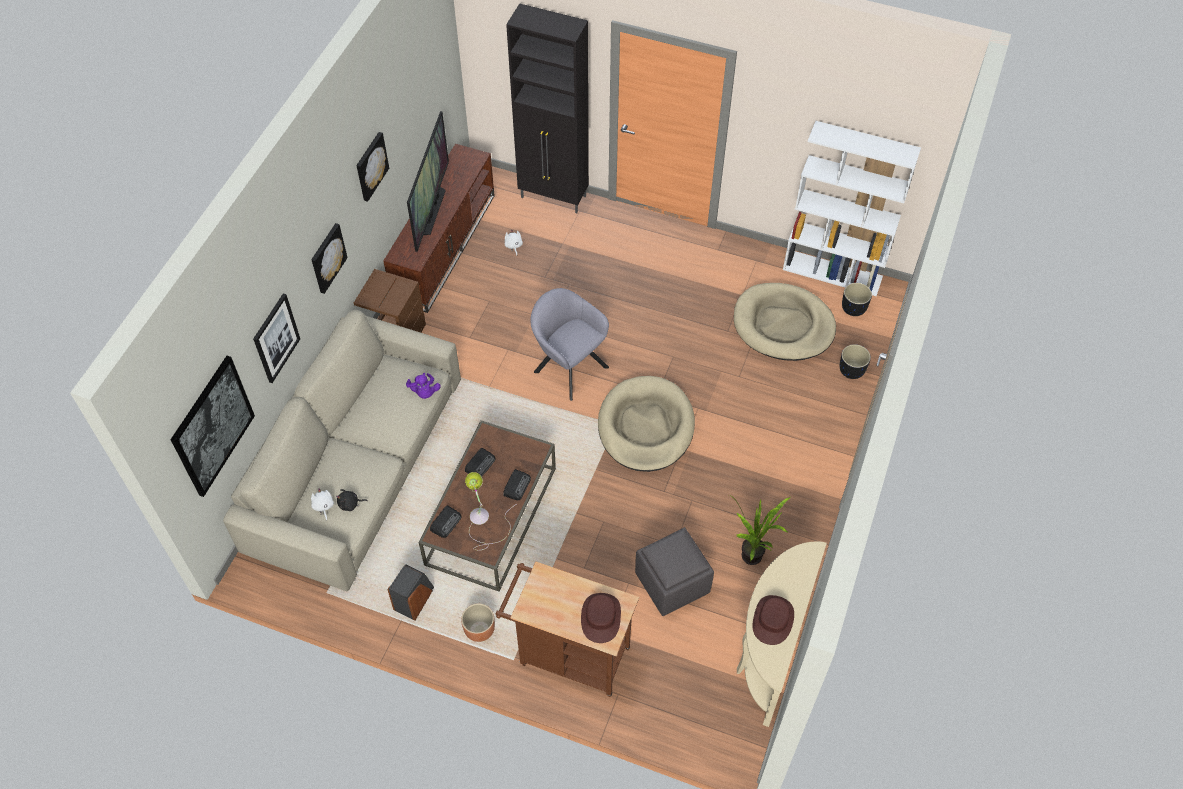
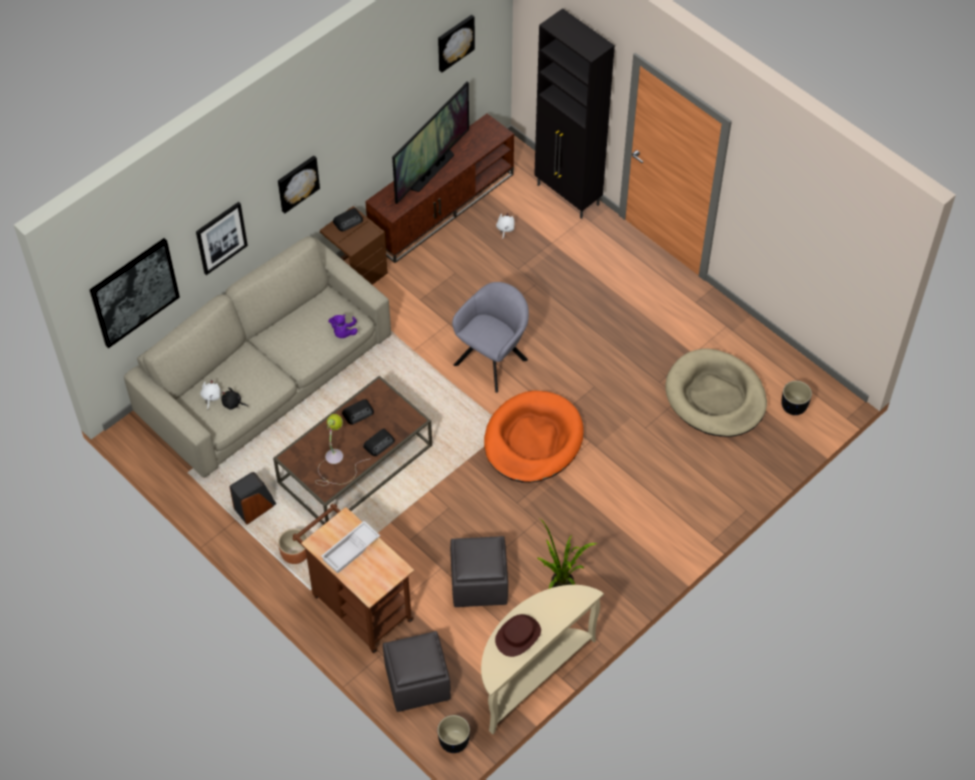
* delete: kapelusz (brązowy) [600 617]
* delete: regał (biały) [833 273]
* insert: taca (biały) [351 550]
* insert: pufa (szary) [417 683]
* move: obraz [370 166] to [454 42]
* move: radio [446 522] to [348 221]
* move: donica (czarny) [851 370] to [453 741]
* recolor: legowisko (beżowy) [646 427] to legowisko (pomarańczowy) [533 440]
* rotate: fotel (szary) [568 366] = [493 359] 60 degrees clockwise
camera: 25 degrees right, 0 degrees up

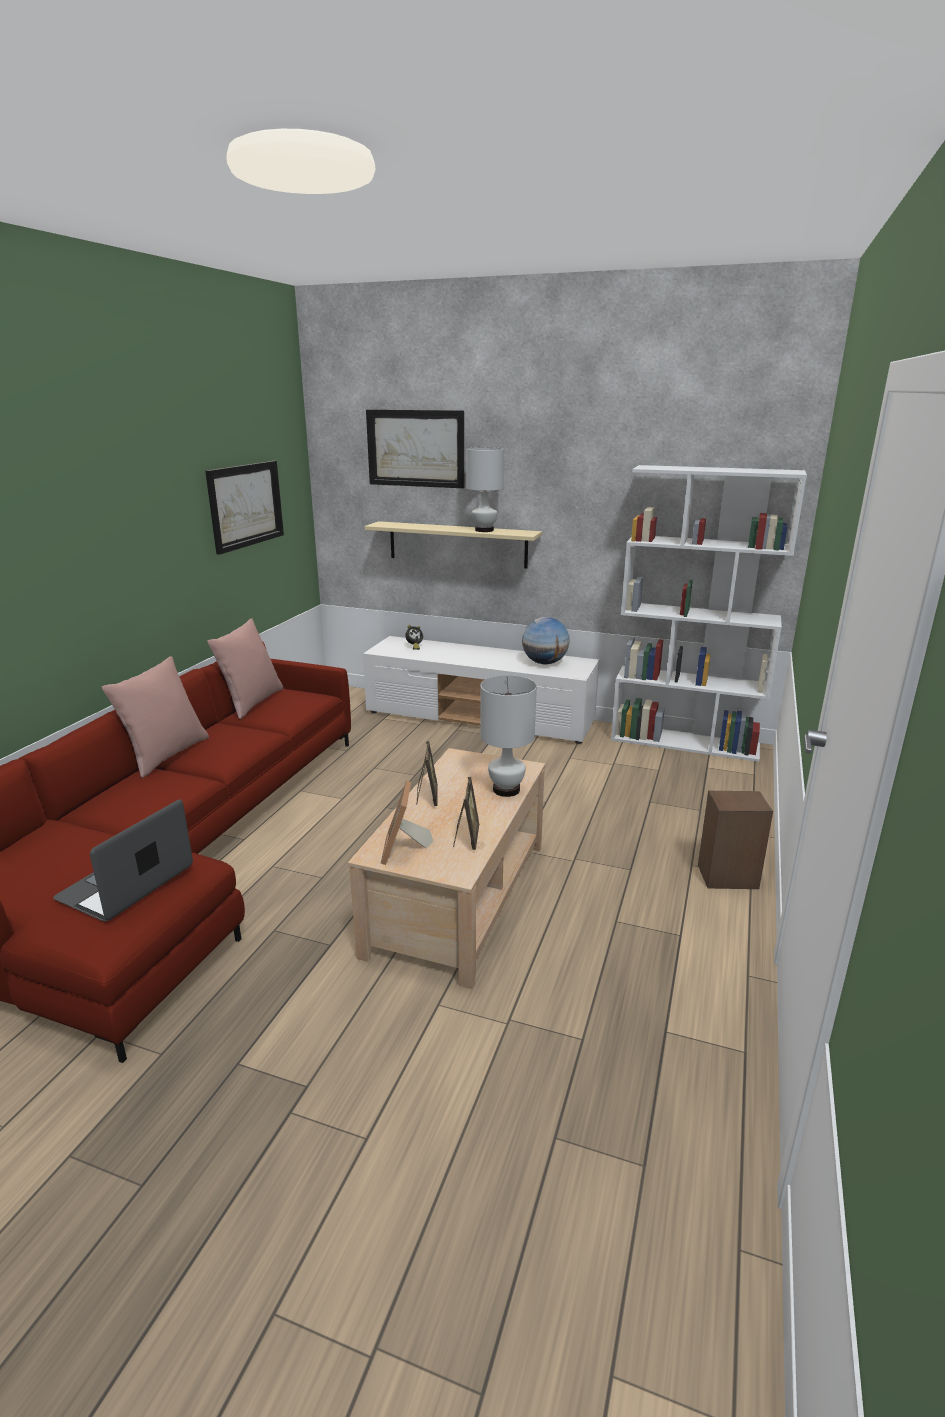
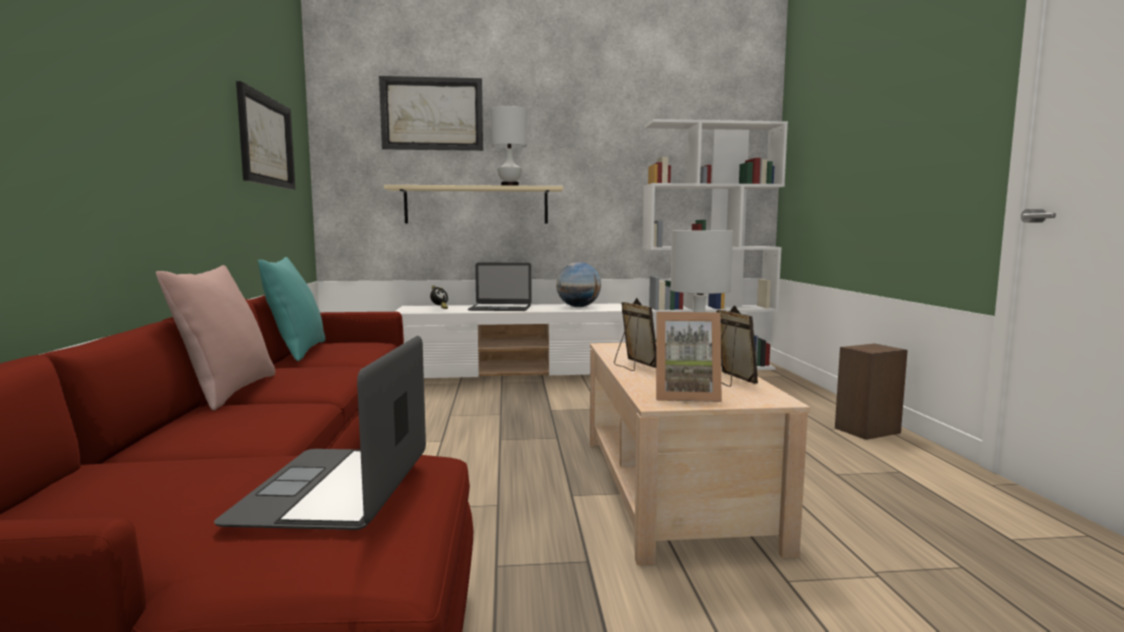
* insert: laptop [500 308]
* recolor: poduszka (różowy) [251 702] to poduszka (turkusowy) [296 351]
* rotate: ramka na zdjęcie [404 850] = [685 395] 60 degrees counterclockwise
camera: 25 degrees left, 15 degrees down

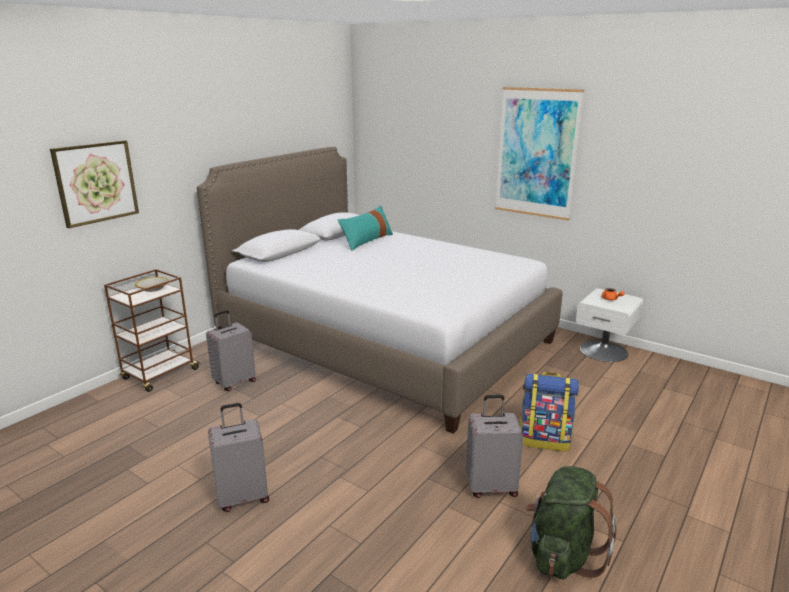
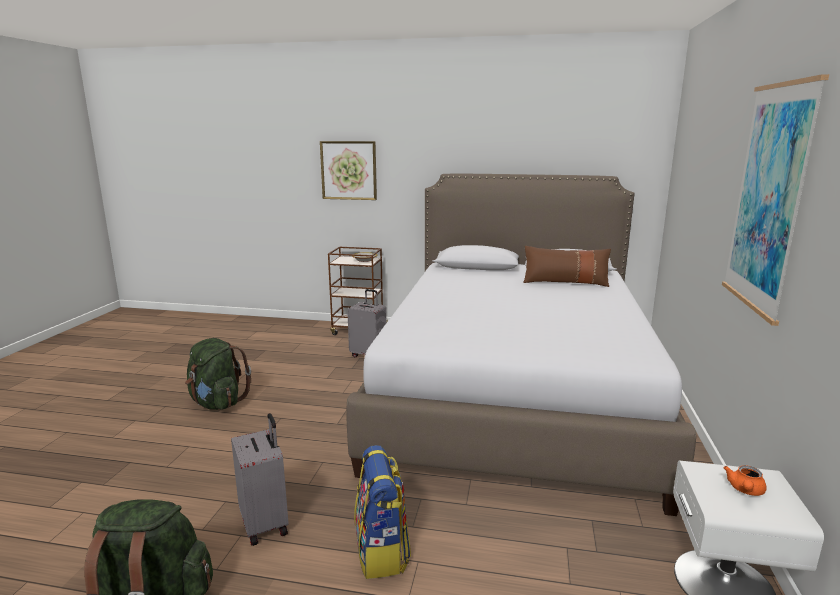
* replace: walizka (szary) [243 497] to plecak (zielony) [217 403]
* recolor: poduszka (turkusowy) [367 241] to poduszka (brązowy) [565 282]
camera: 65 degrees right, 5 degrees down

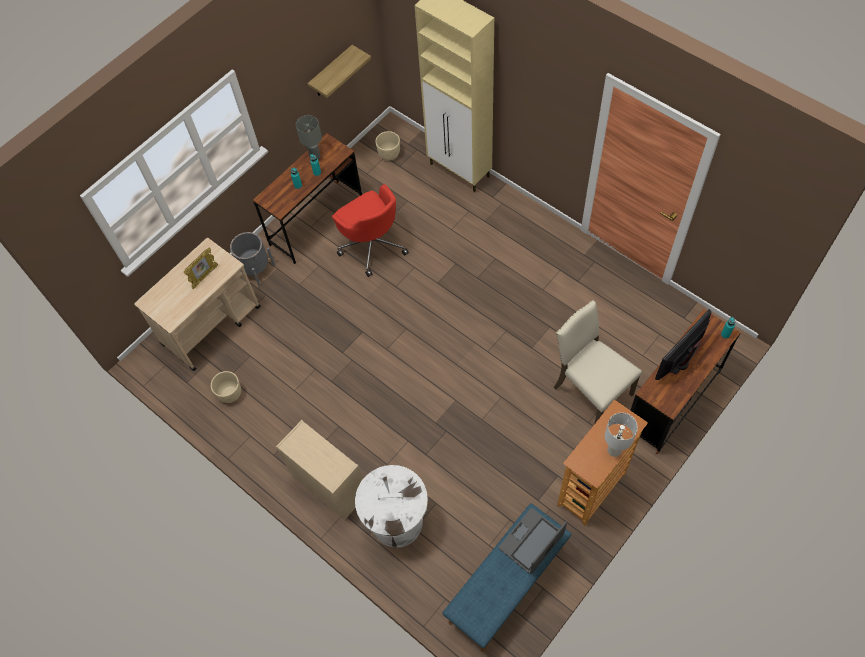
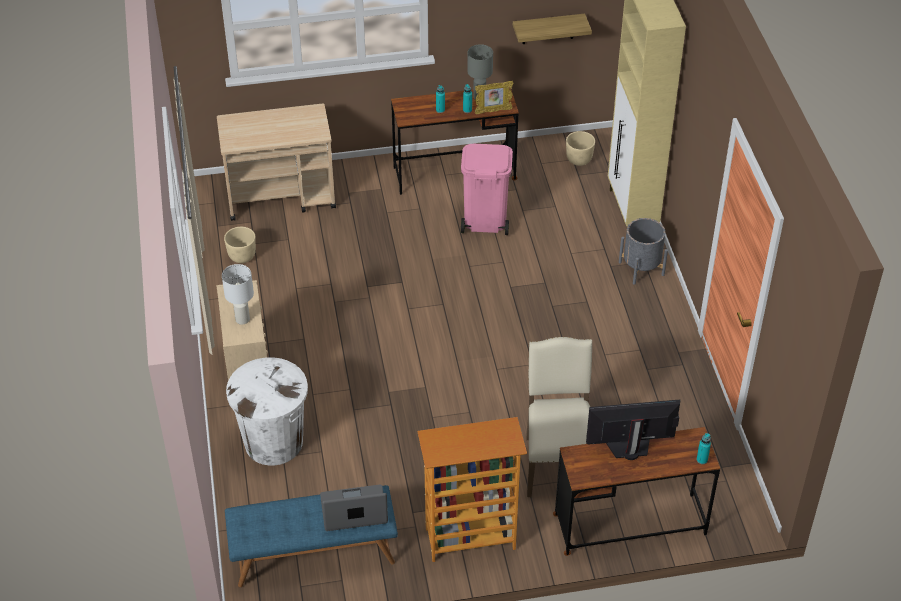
* move: ramka na zdjęcie [205 277] to [493 111]
* move: donica (szary) [255 269] to [641 268]
* move: lampa stołowa (biały) [614 450] to [242 319]
* replace: krzesło biurowe (czerwony) [372 244] to kosz na śmieci (różowy) [484 221]
camera: 35 degrees right, 15 degrees down

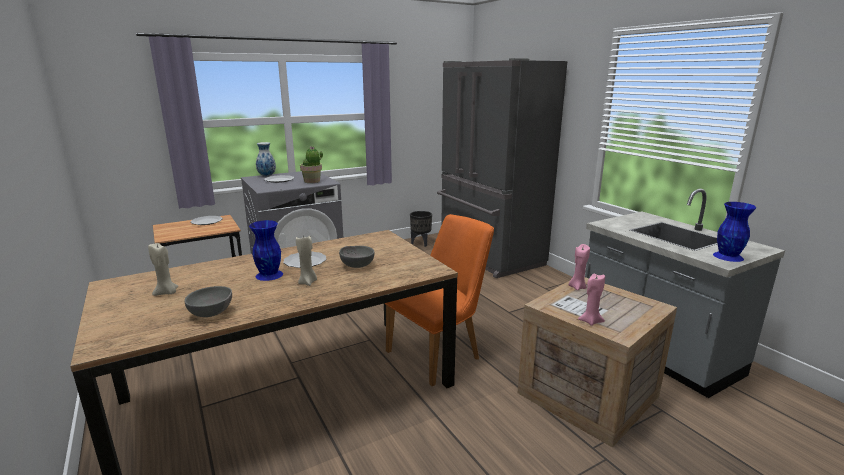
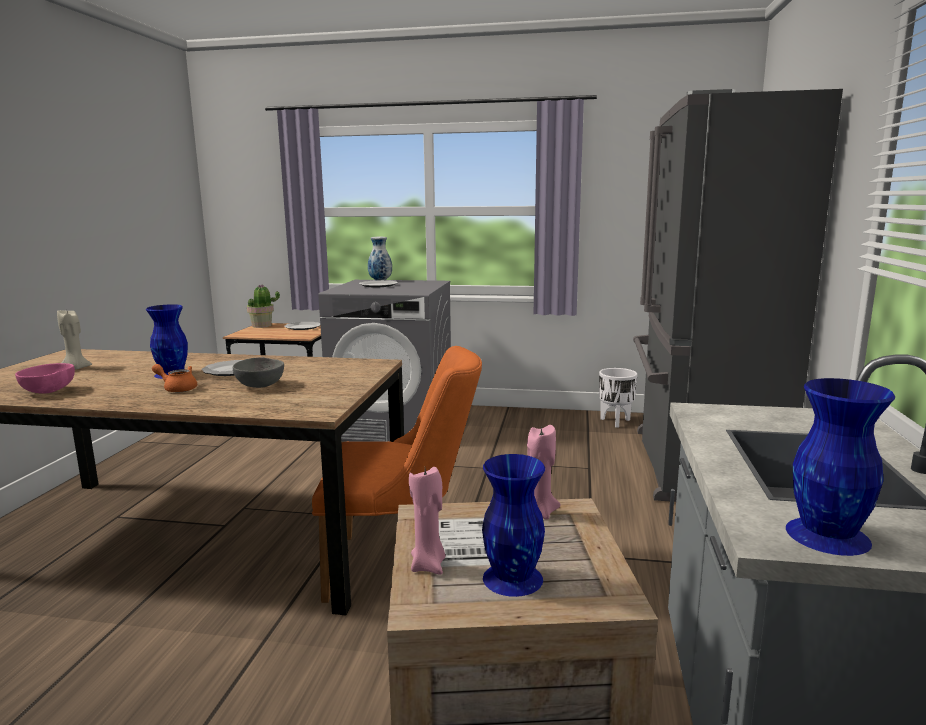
* insert: wazon (niebieski) [512 577]
* move: roślina doniczkowa [312 181] to [262 326]
* replace: świeca (beżowy) [308 282] to imbryk (pomarańczowy) [177 389]
* recolor: miska (szary) [212 313] to miska (różowy) [49 392]
* recolor: donica (czarny) [421 243] to donica (biały) [615 422]
camera: 40 degrees right, 5 degrees down

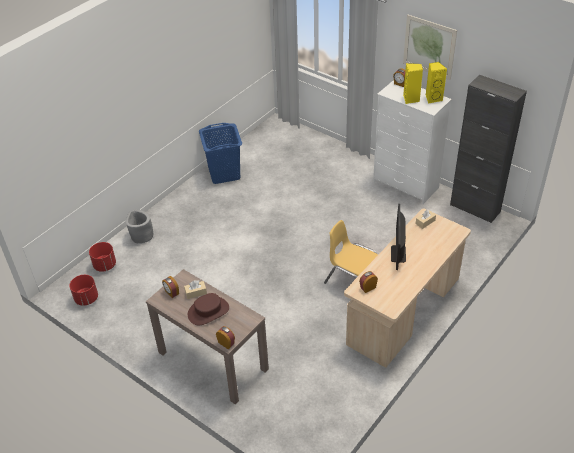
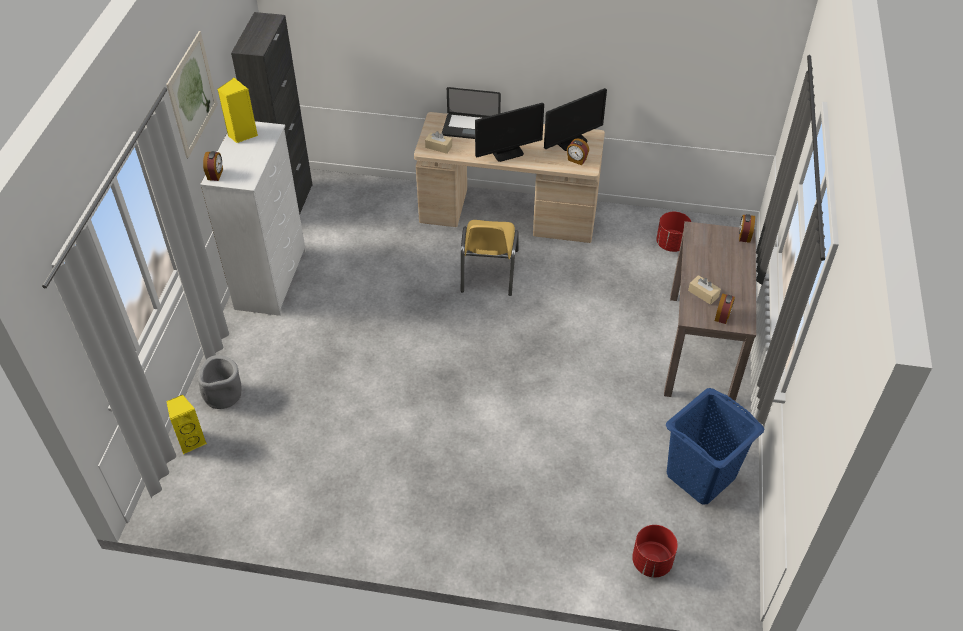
* delete: kapelusz (brązowy) [208 311]
* insert: laptop [471 128]
* insert: monitor [571 141]
* move: donica (czerwony) [86 298] to [671 244]
* move: donica (szary) [141 236] to [223 396]
* move: kosz na pranie (niebieski) [224 173] to [700 476]
* move: głośnik (żółty) [411 99] to [191 441]
camera: 120 degrees left, 5 degrees up

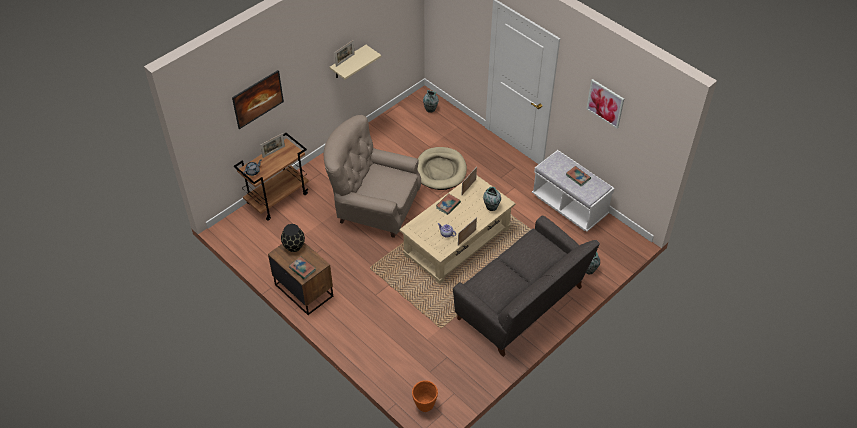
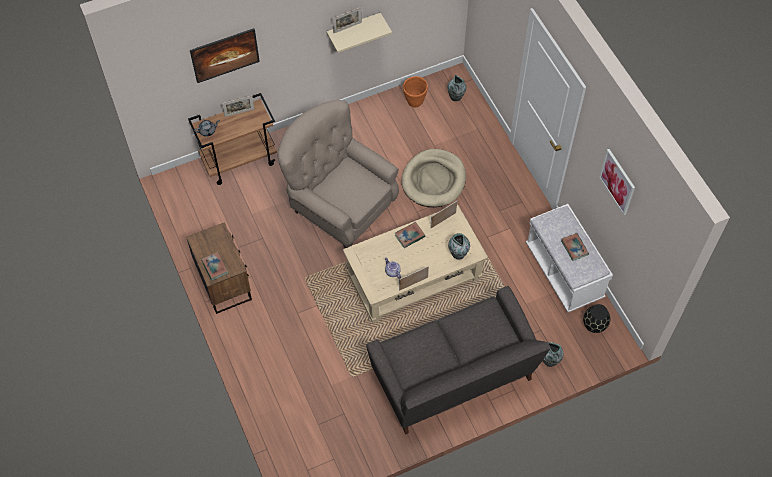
* move: wazon (czarny) [294 246] to [594 325]
* move: donica (pomarańczowy) [424 405] to [414 102]
camera: 20 degrees right, 10 degrees up

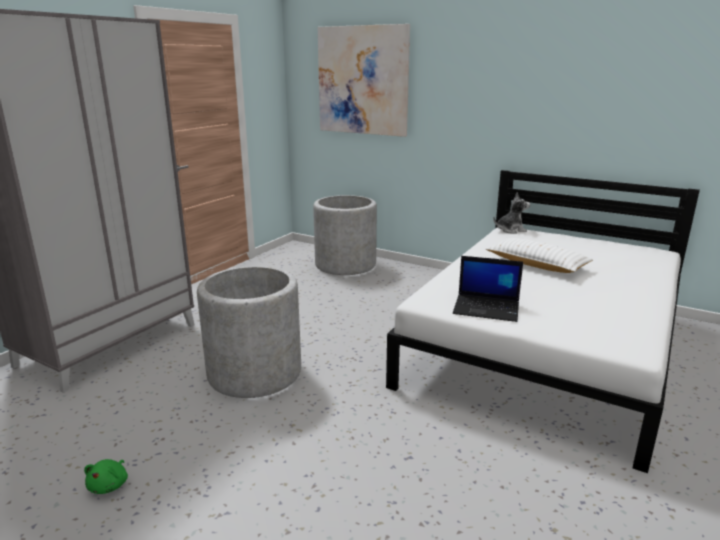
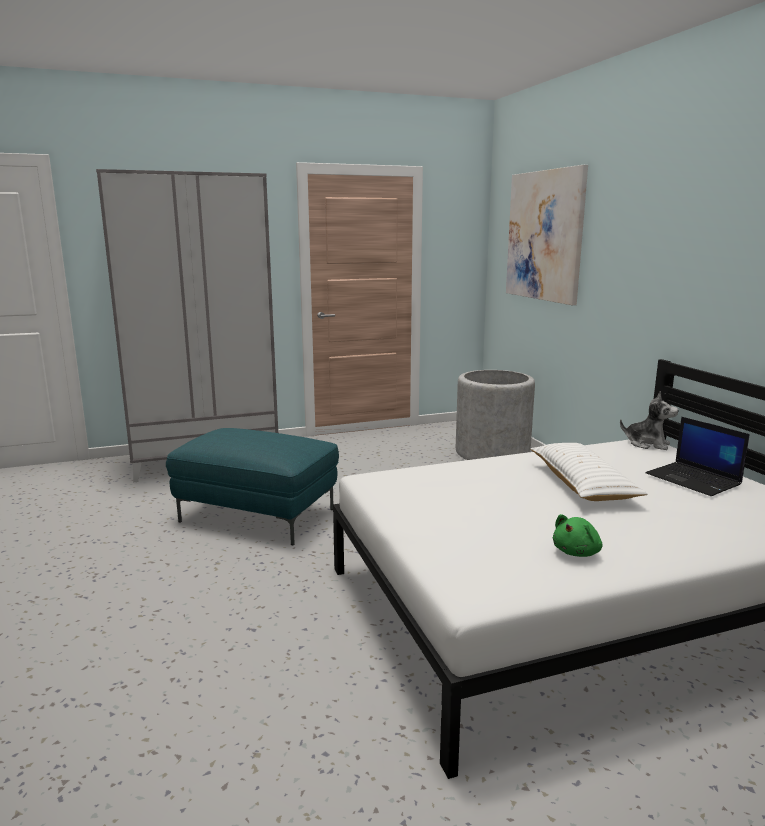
* move: pluszak (zielony) [110 485] to [577 552]
* move: laptop [487 308] to [694 480]
* replace: donica (szary) [255 372] to pufa (turkusowy) [258 515]
camera: 40 degrees right, 5 degrees down

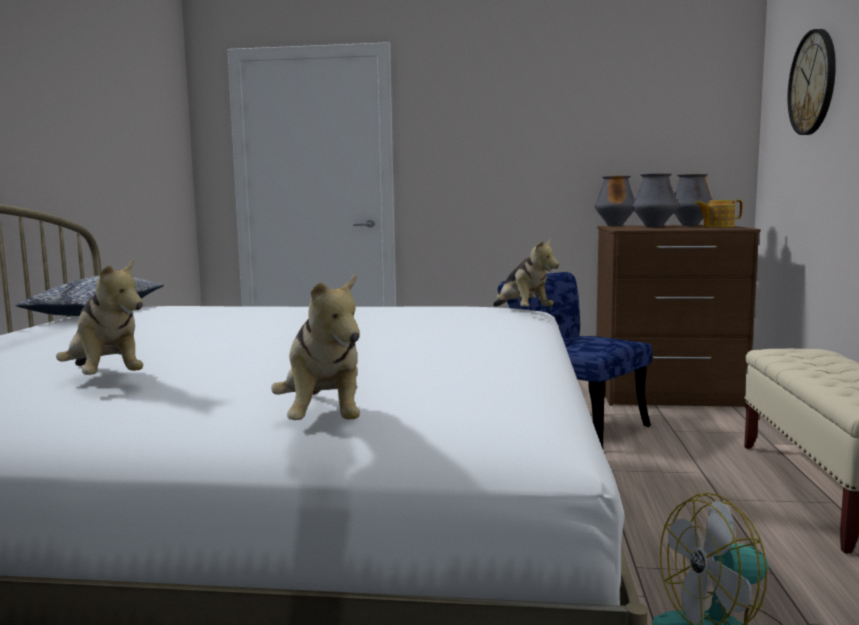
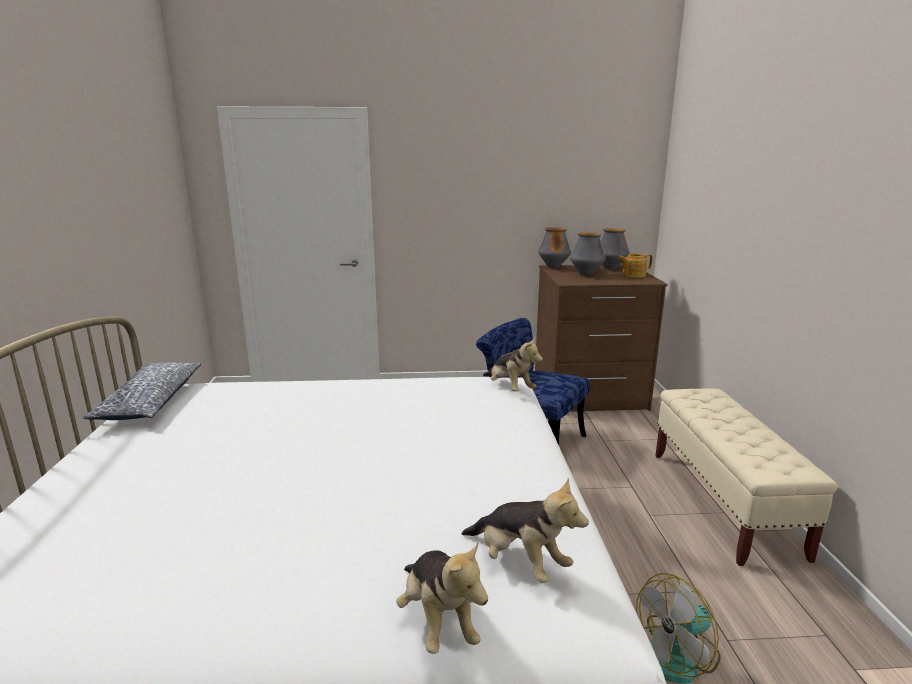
* delete: zegar ścienny [812 83]
* move: pluszak [105 379] to [519 562]
camera: 10 degrees left, 10 degrees up

